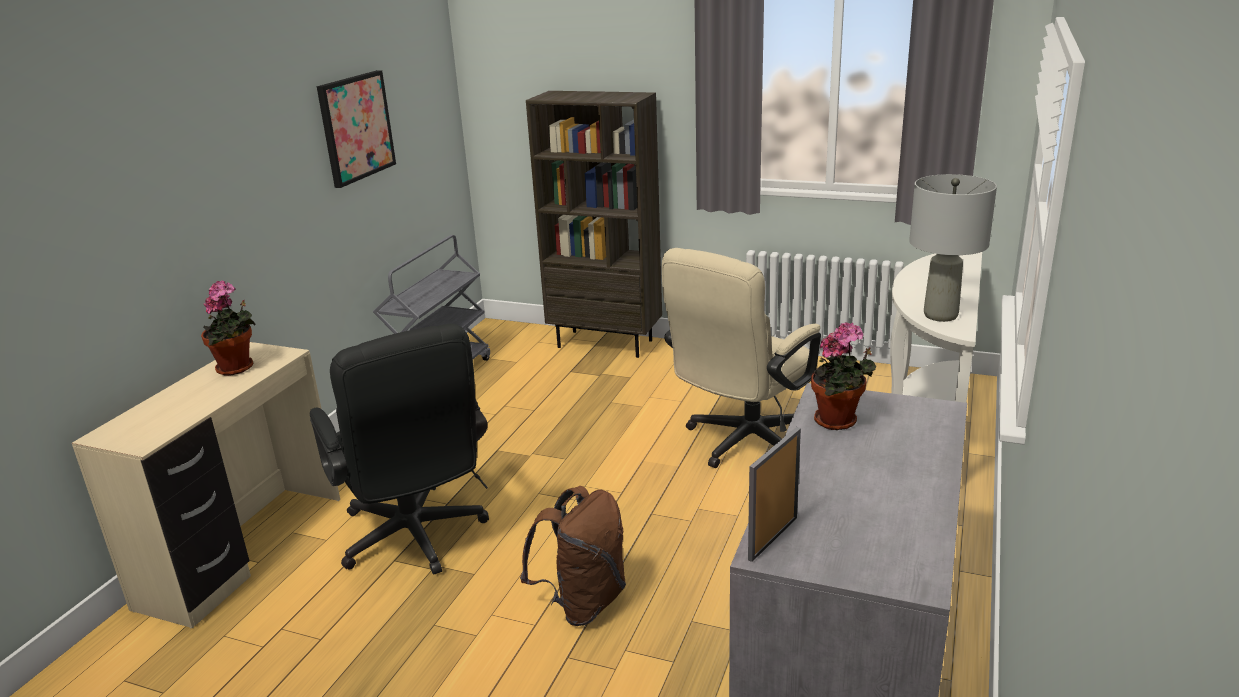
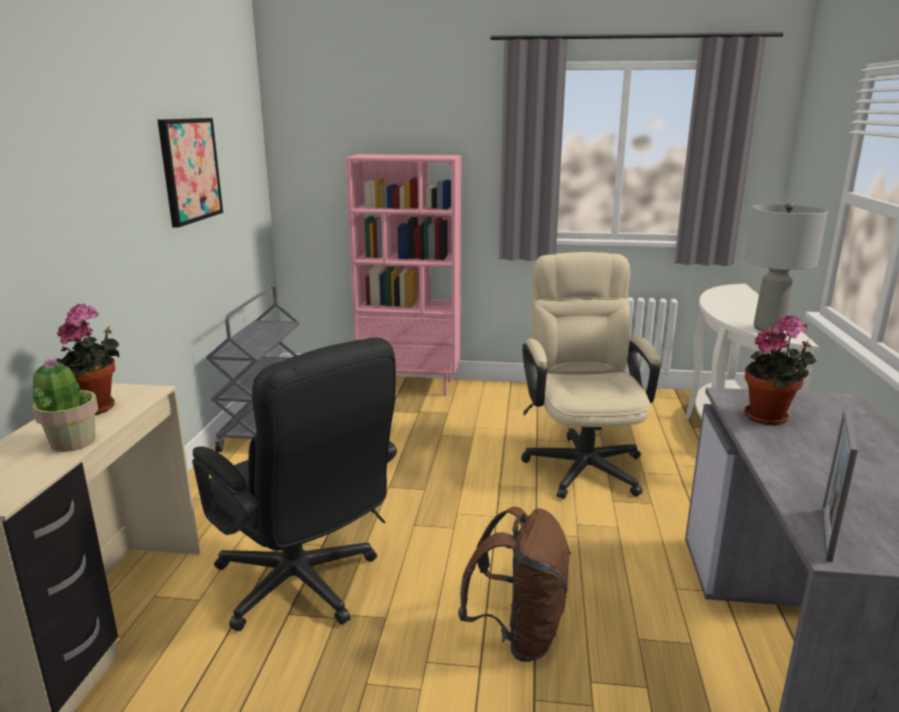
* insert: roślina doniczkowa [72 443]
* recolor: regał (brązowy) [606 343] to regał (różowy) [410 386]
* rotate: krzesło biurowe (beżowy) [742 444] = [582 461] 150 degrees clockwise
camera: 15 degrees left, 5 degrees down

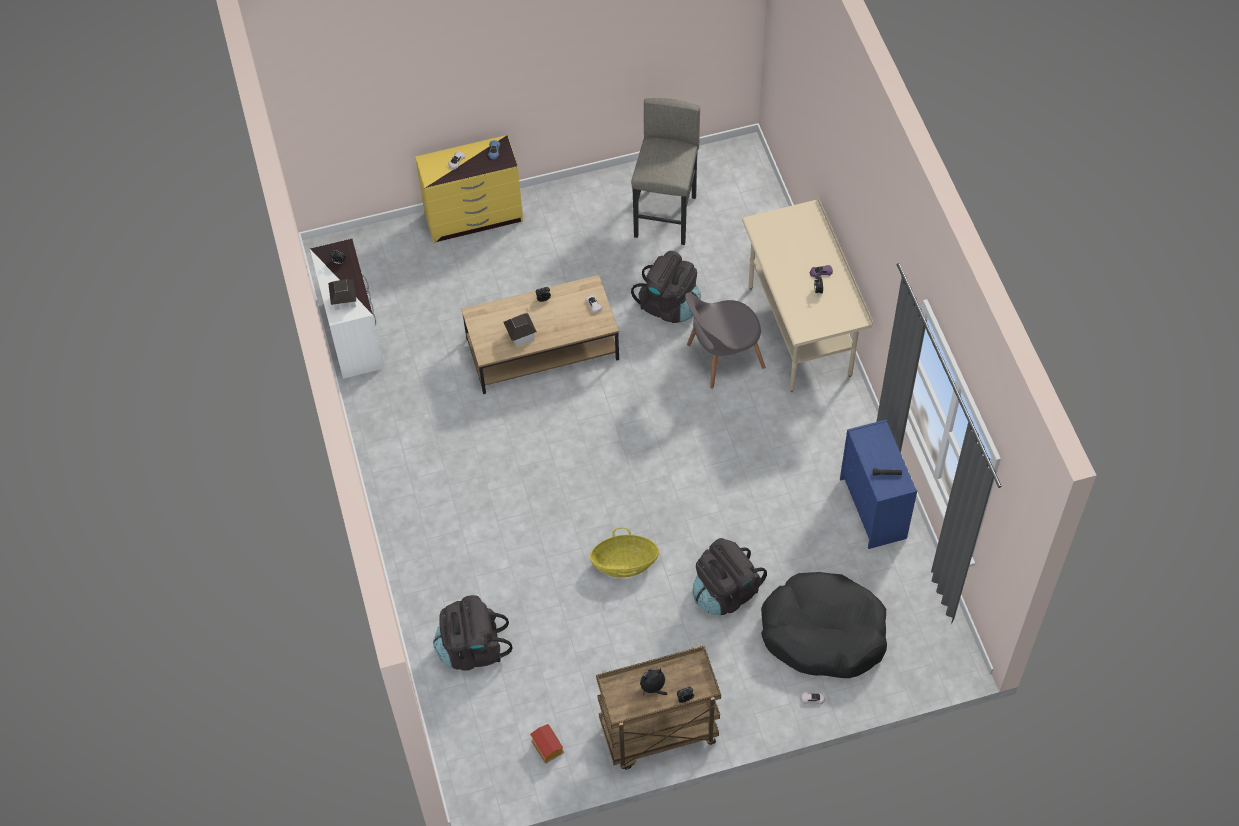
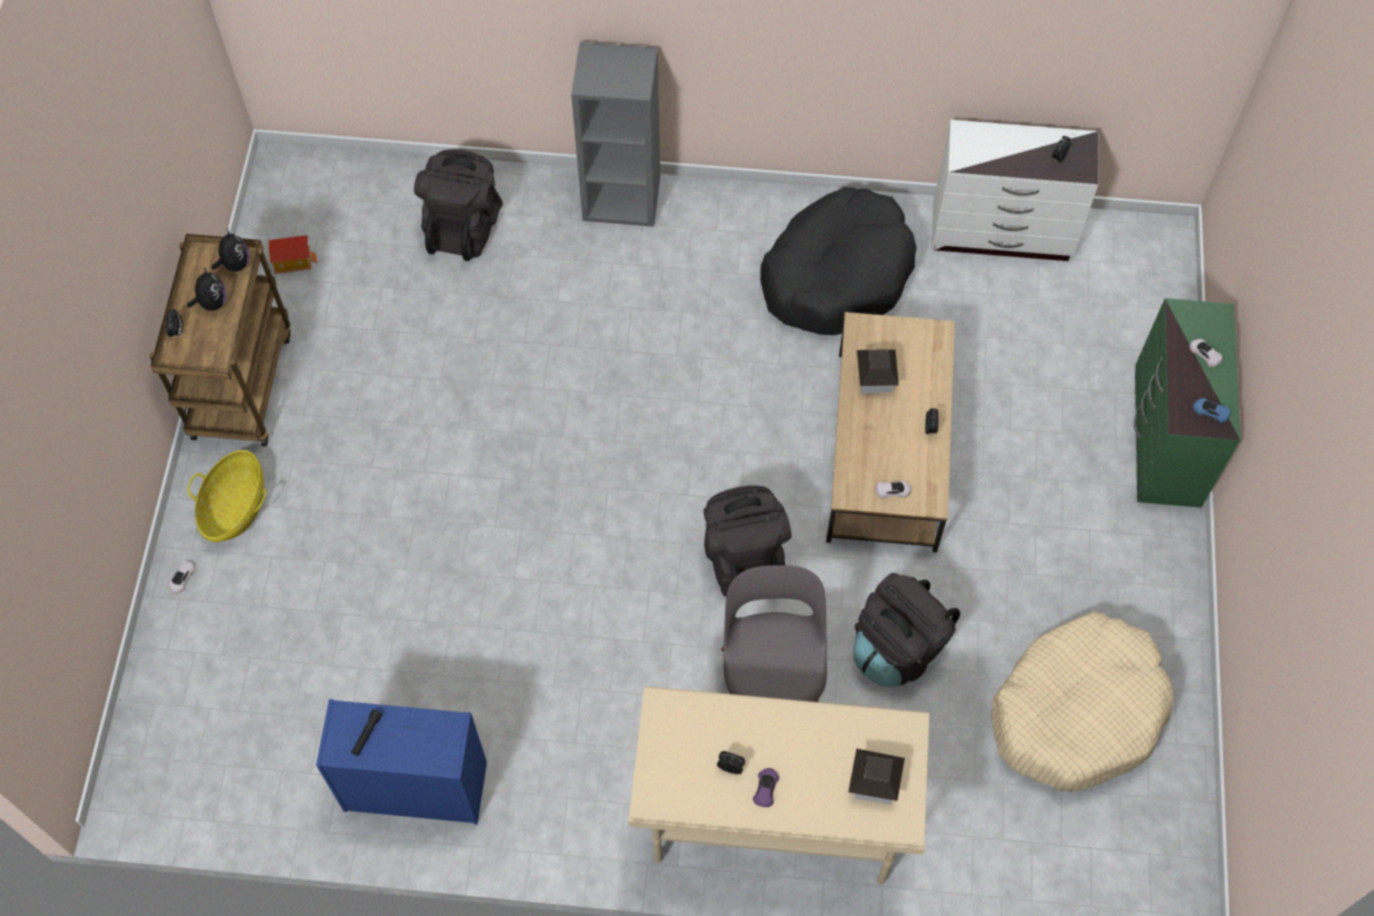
* insert: pluszak [235 264]
* insert: regał (szary) [622 198]
* move: domek [344 301] to [874 783]
* move: koszyk [624 563] to [235 508]
* move: plecak (czarny) [725 592] to [743 559]
* move: legowisko (czarny) [823 633] to [837 274]
* replace: stołek (szary) [666 216] to legowisko (beżowy) [1077 711]
* recolor: komoda (żółty) [474 218] to komoda (zielony) [1164 439]
camera: 110 degrees right, 5 degrees up

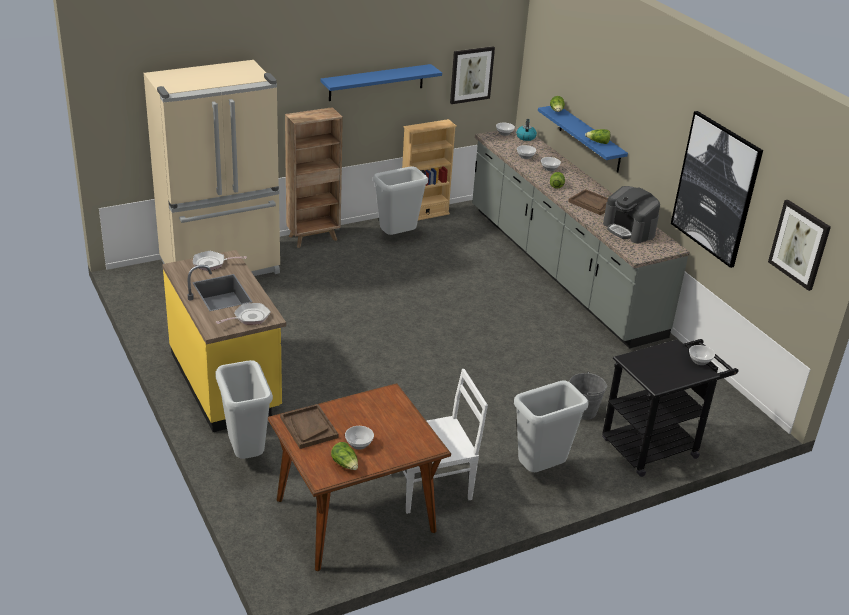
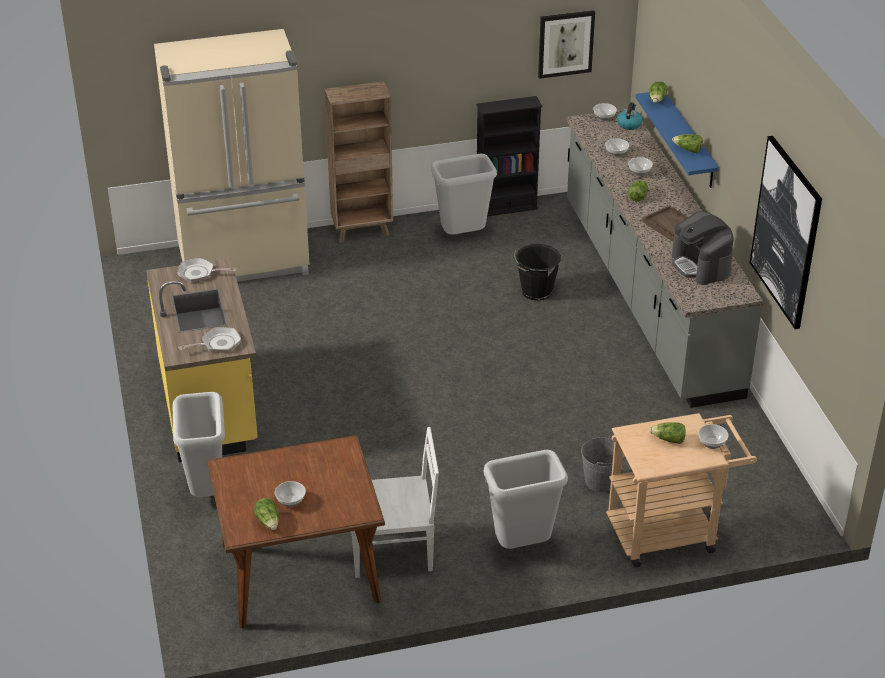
* delete: taca (brązowy) [308 427]
* delete: półka (niebieski) [376 82]
* delete: obraz [799 244]
* insert: wiadro (czarny) [535 292]
* insert: sałata [668 440]
* recolor: regał (beżowy) [424 214] to regał (czarny) [506 208]
* recolor: wózek (czarny) [656 445] to wózek (beżowy) [671 532]
camera: 15 degrees right, 5 degrees up

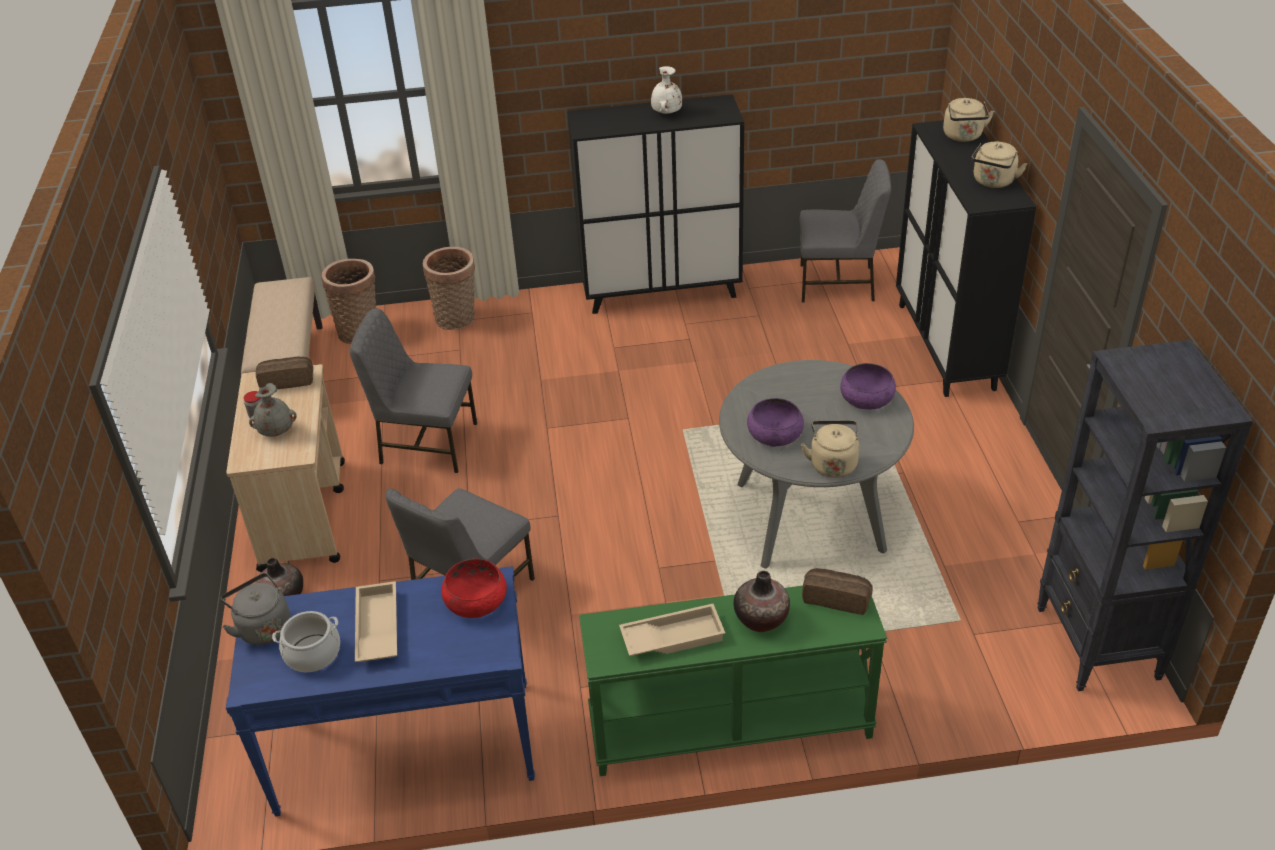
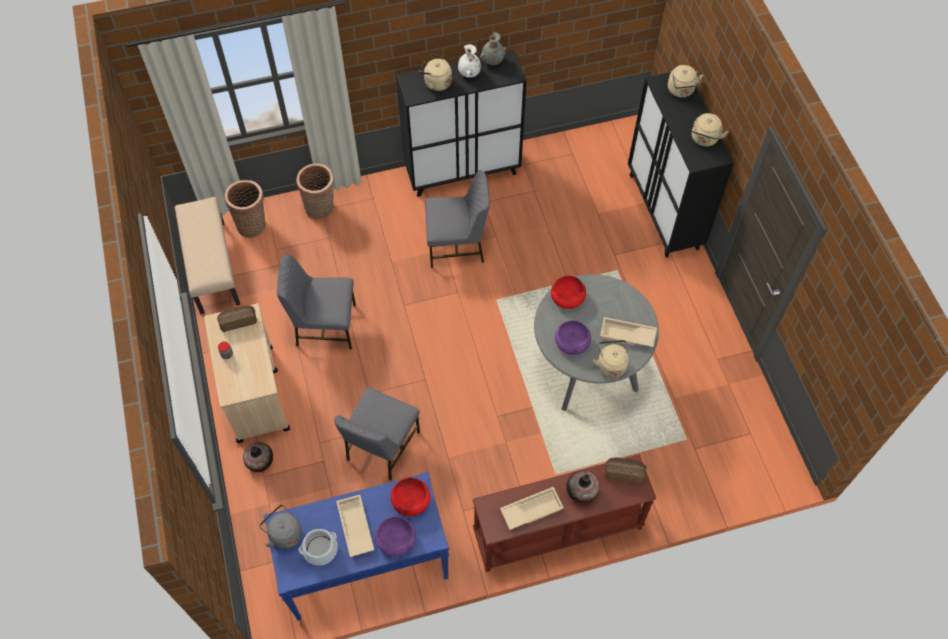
* delete: regał (czarny) [1097 644]
* insert: czajnik (beżowy) [436 82]
* insert: miska (czerwony) [567 297]
* insert: taca (beżowy) [626 335]
* move: wazon (szary) [276 431] to [492 60]
* move: krzesło (szary) [838 283] to [457 245]
* move: miska (fioletowy) [867 398] to [396 539]
* recolor: stolik konsolowy (zielony) [729 728] to stolik konsolowy (brązowy) [557 531]
camera: 10 degrees left, 20 degrees up

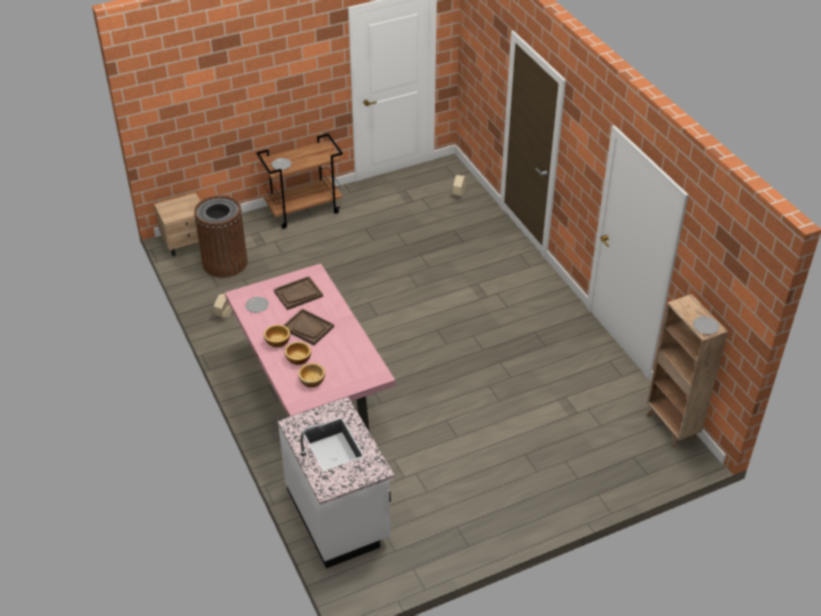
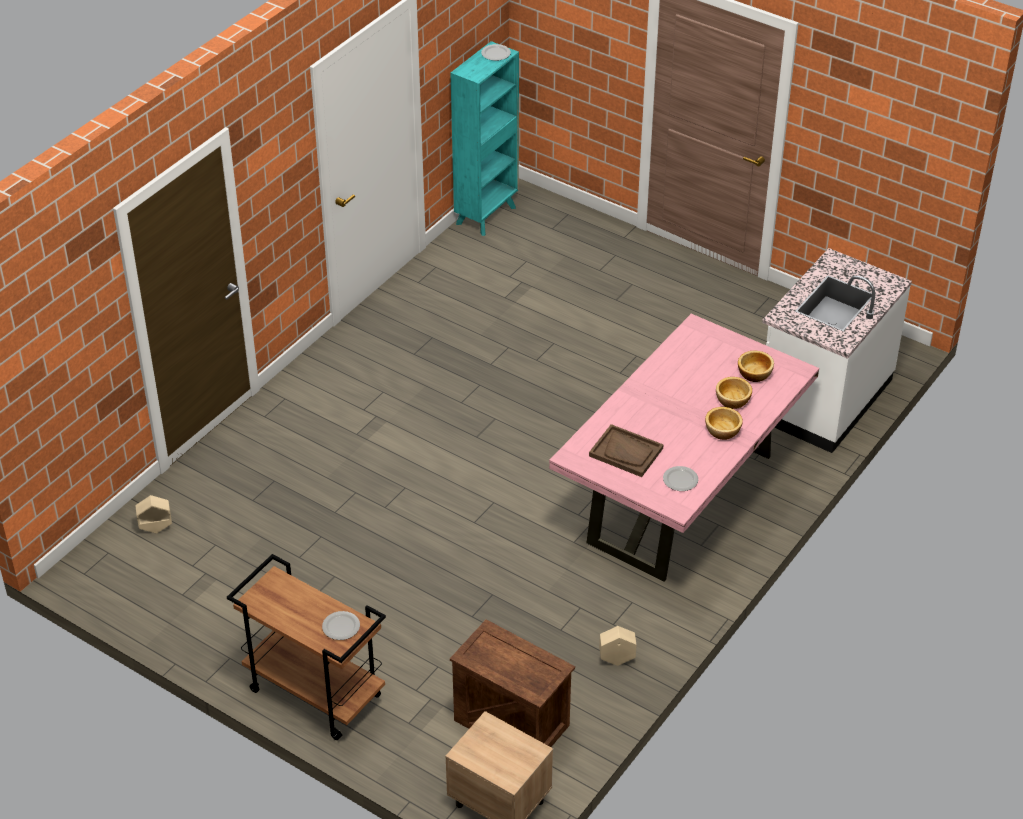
* delete: taca (brązowy) [308 328]
* replace: kosz na śmieci (brązowy) [225 263] to skrzynka [510 723]
* recolor: regał (brązowy) [671 427] to regał (turkusowy) [487 215]
camera: 120 degrees left, 0 degrees up

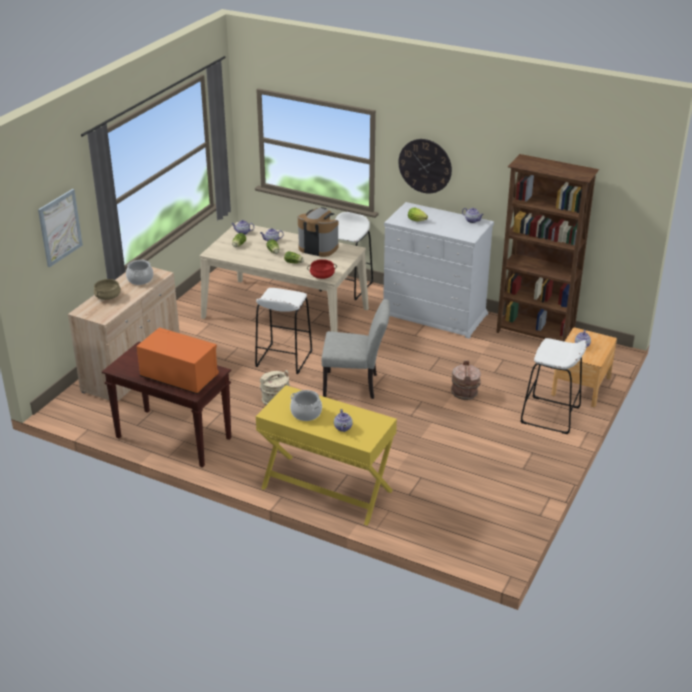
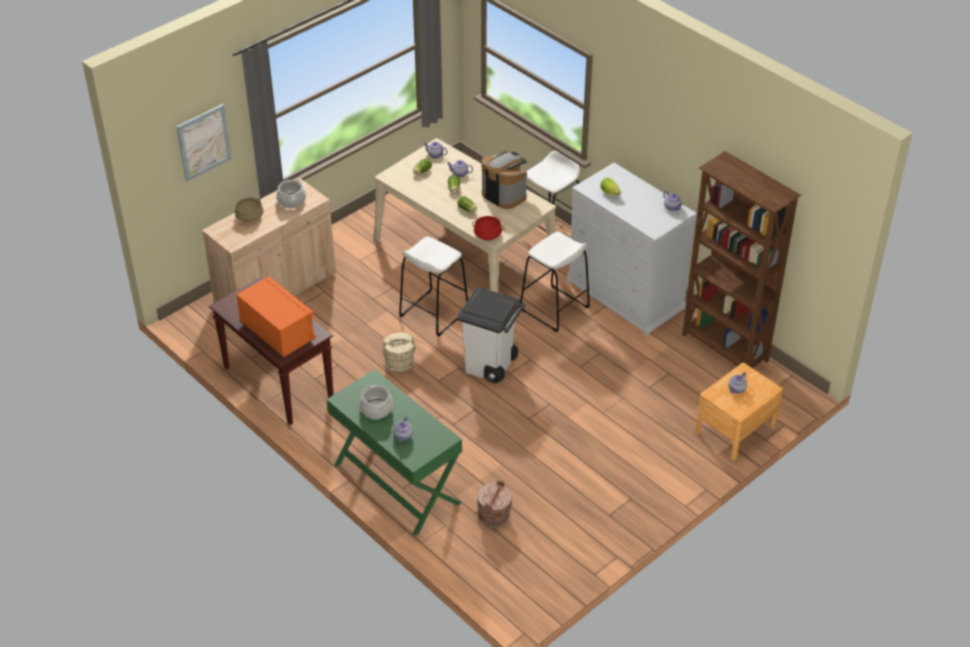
* delete: zegar ścienny [425 166]
* move: wiadro (brązowy) [465 393] to [494 516]
* move: stołek (biały) [550 415] to [554 308]
* replace: krzesło (szary) [355 385] to kosz na śmieci (biały) [491 366]
* recolor: stolik konsolowy (żółty) [326 489] to stolik konsolowy (zielony) [396 484]
camera: 20 degrees right, 10 degrees up

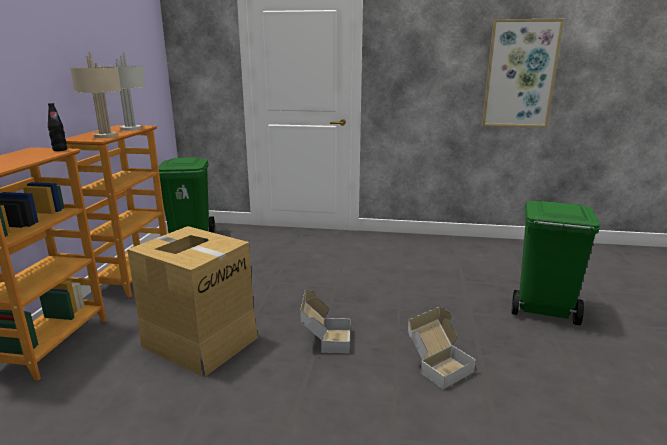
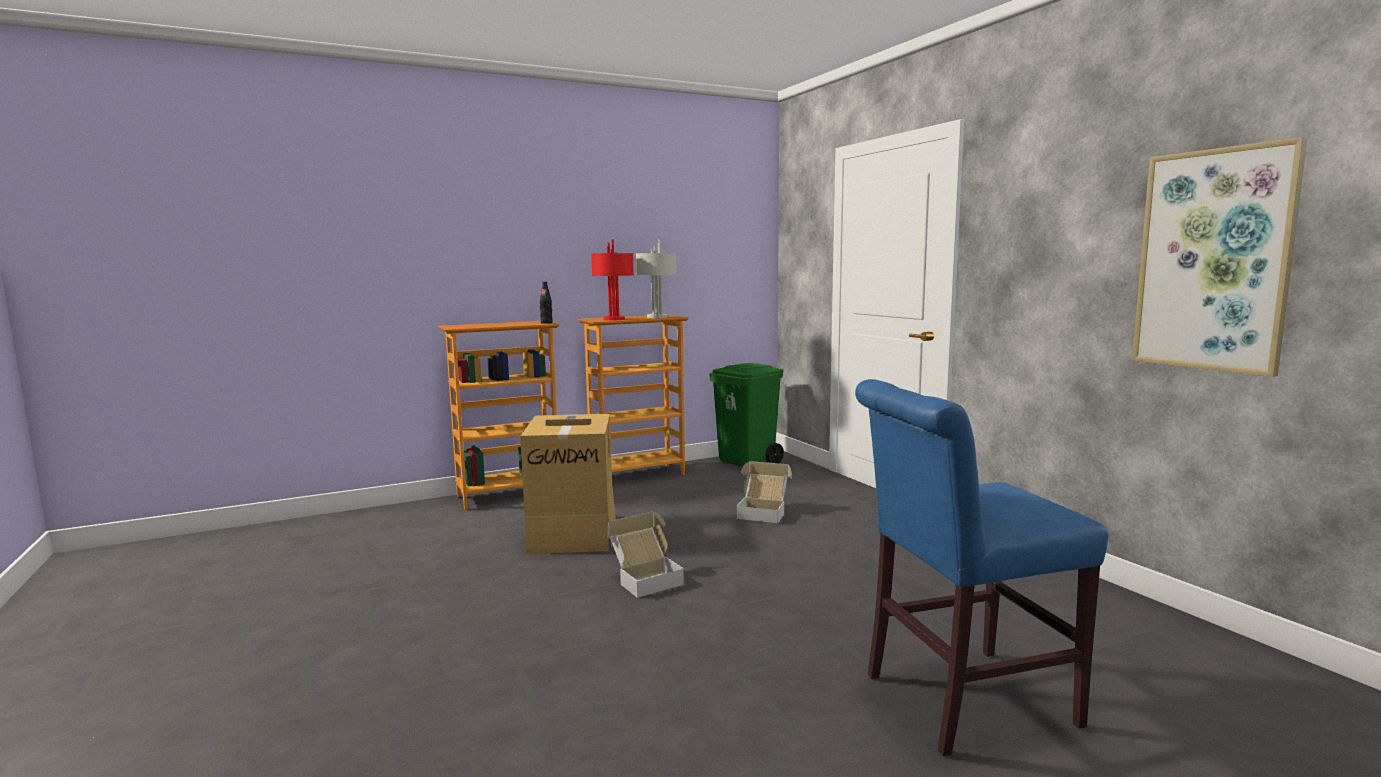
* move: karton [438 366] to [763 513]
* replace: kosz na śmieci (zielony) [542 310] to krzesło (niebieski) [959 701]
* recolor: lampa stołowa (beżowy) [106 136] to lampa stołowa (czerwony) [614 319]
camera: 55 degrees right, 10 degrees down

